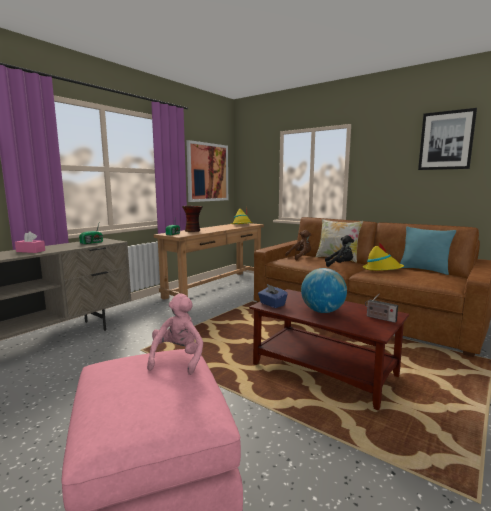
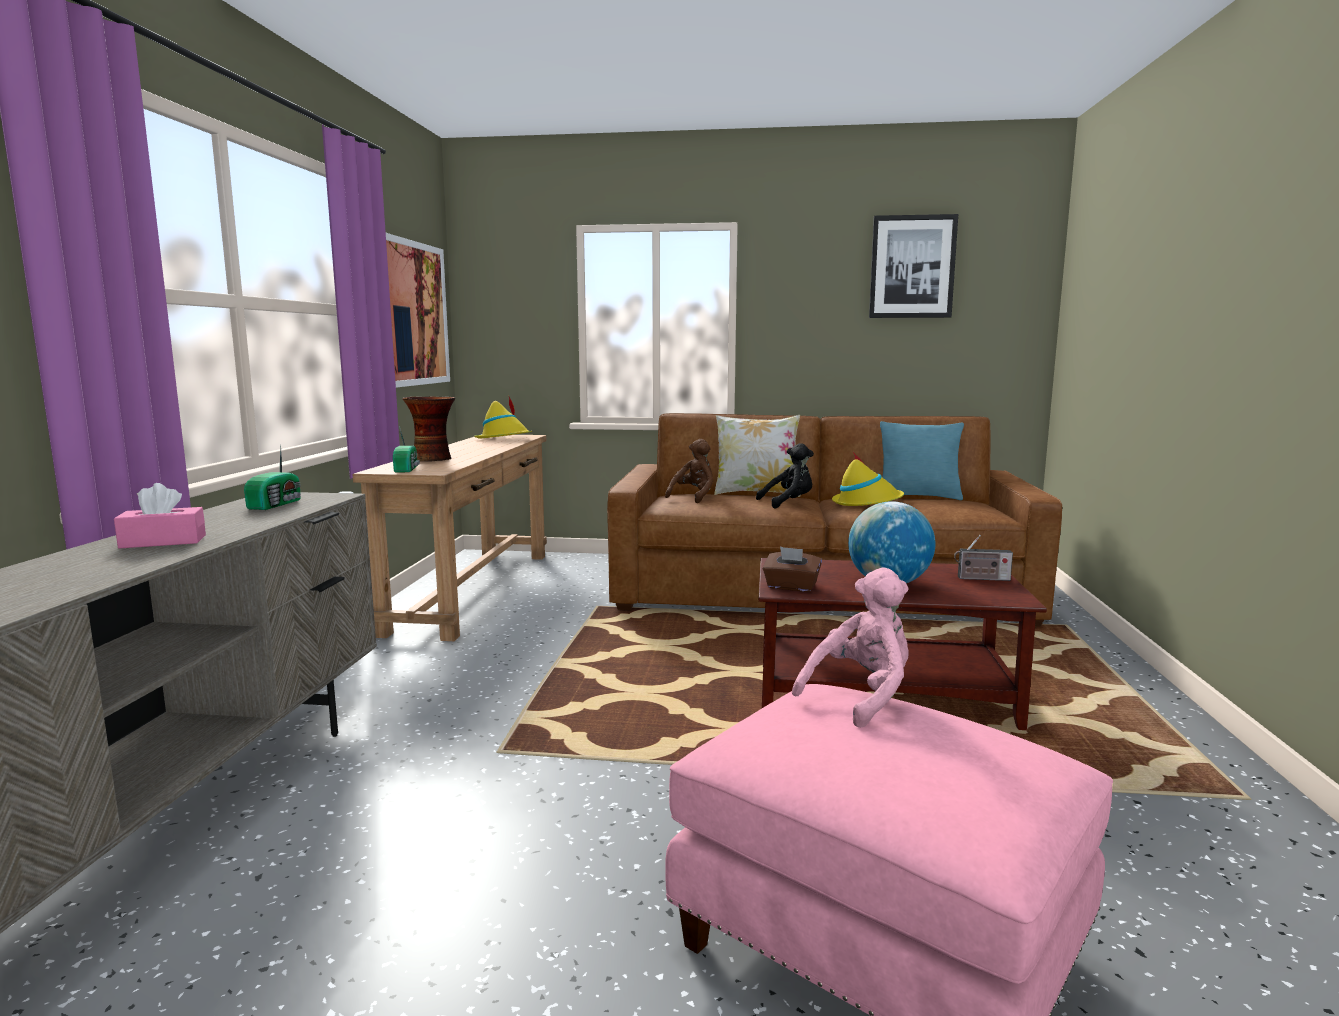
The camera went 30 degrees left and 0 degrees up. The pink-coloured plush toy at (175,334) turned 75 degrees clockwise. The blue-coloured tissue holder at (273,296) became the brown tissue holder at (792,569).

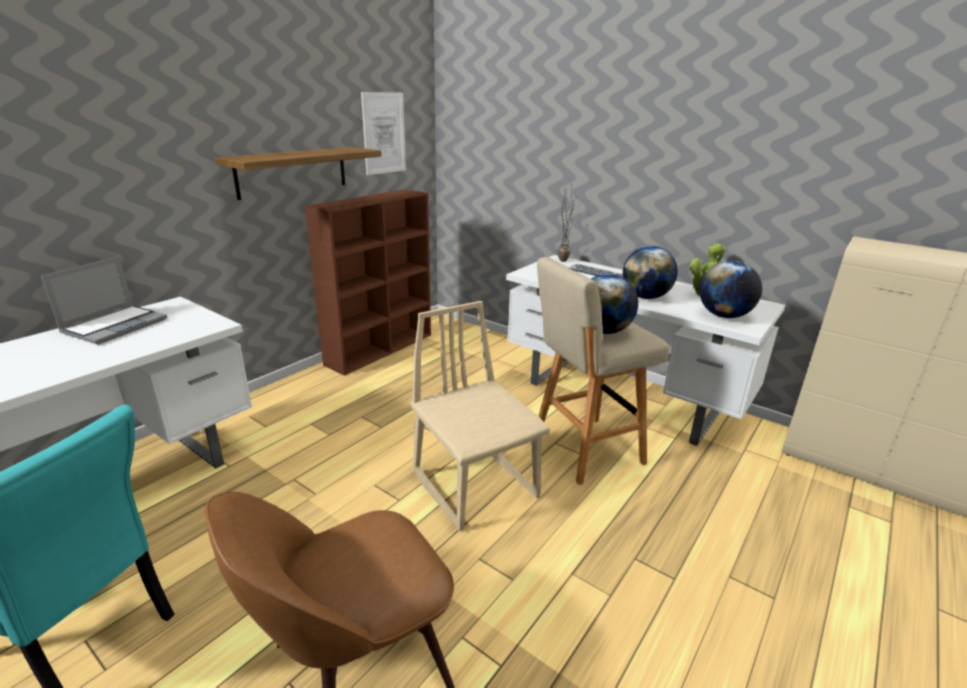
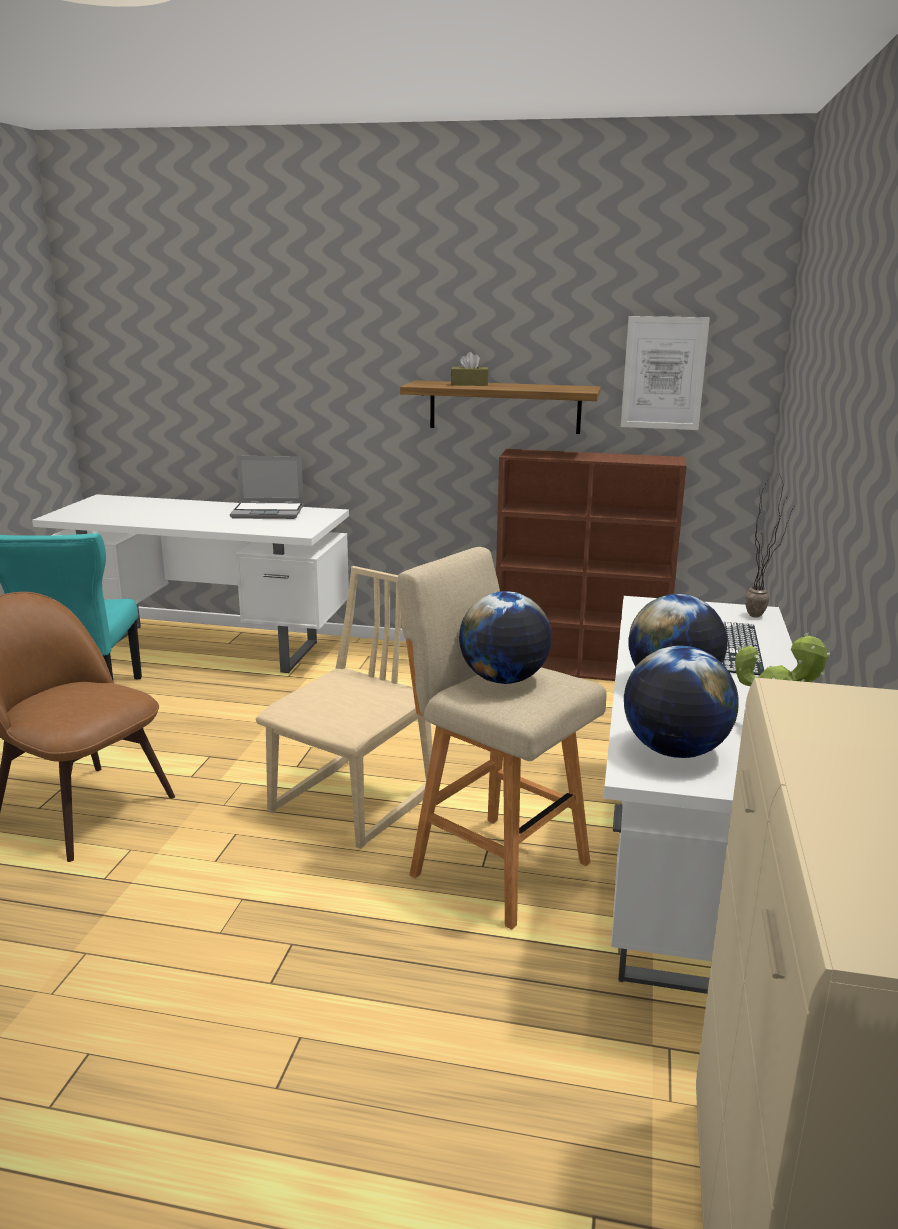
The camera went 65 degrees right and 5 degrees down. The brown tissue holder at (470,369) appeared.

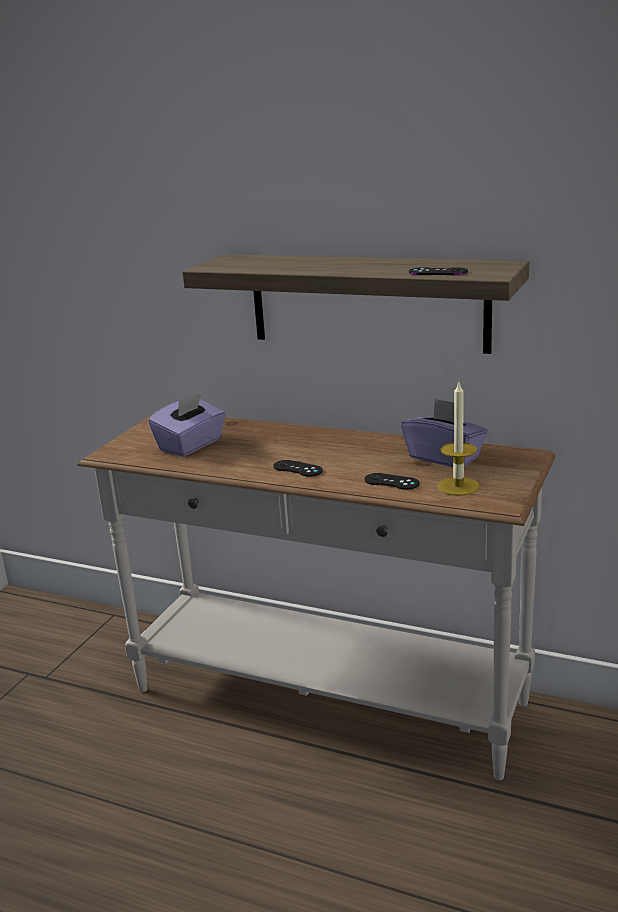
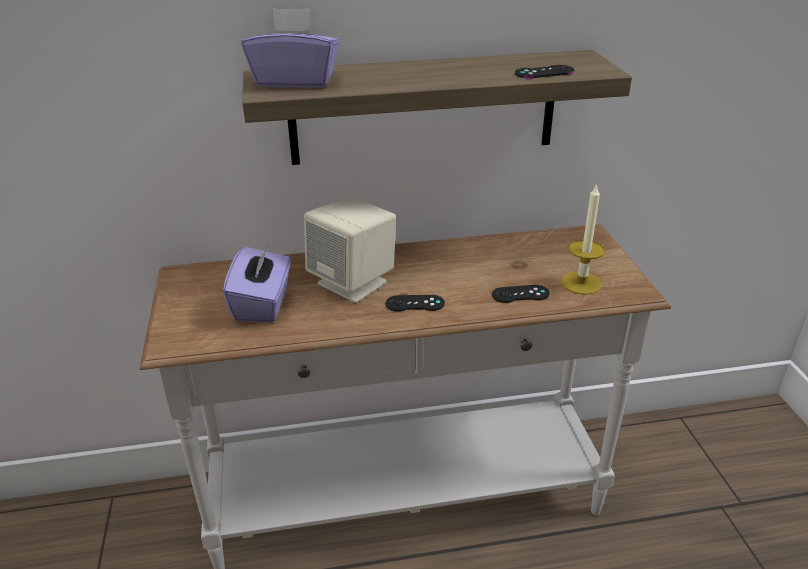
The camera went 35 degrees left and 10 degrees up. The purplish tissue holder moved from (444,432) to (290,48). The beige audio speaker at (350,250) appeared.

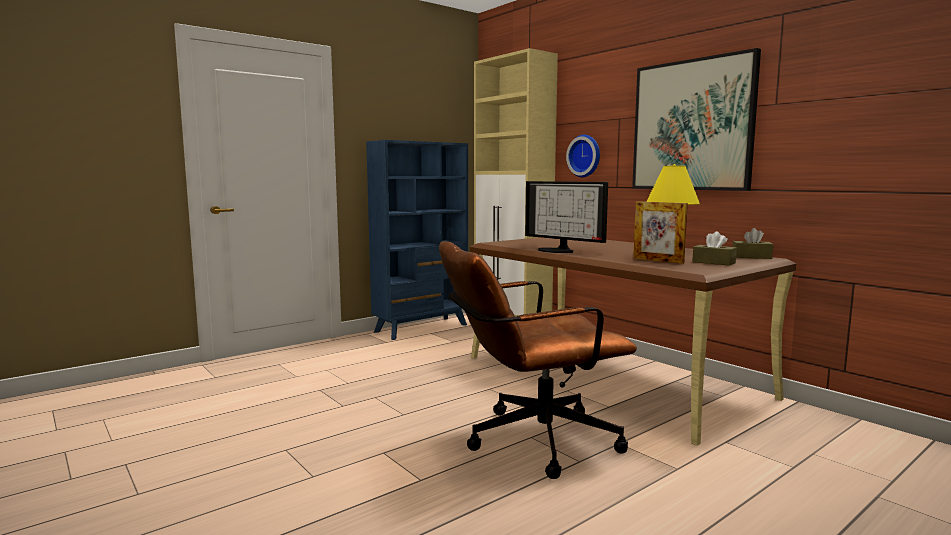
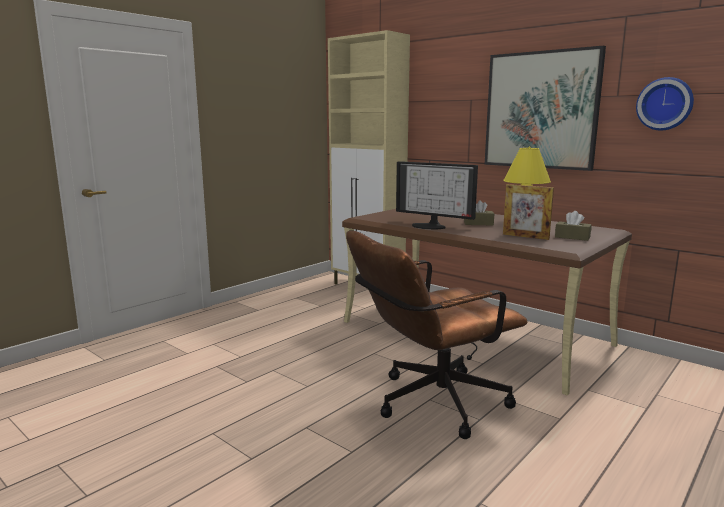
The camera went 10 degrees left and 5 degrees up. The blue-coloured shelving unit at (417,240) disappeared. The clock on the wall moved from (583,156) to (665,104). The brown tissue holder moved from (752,243) to (479,213).

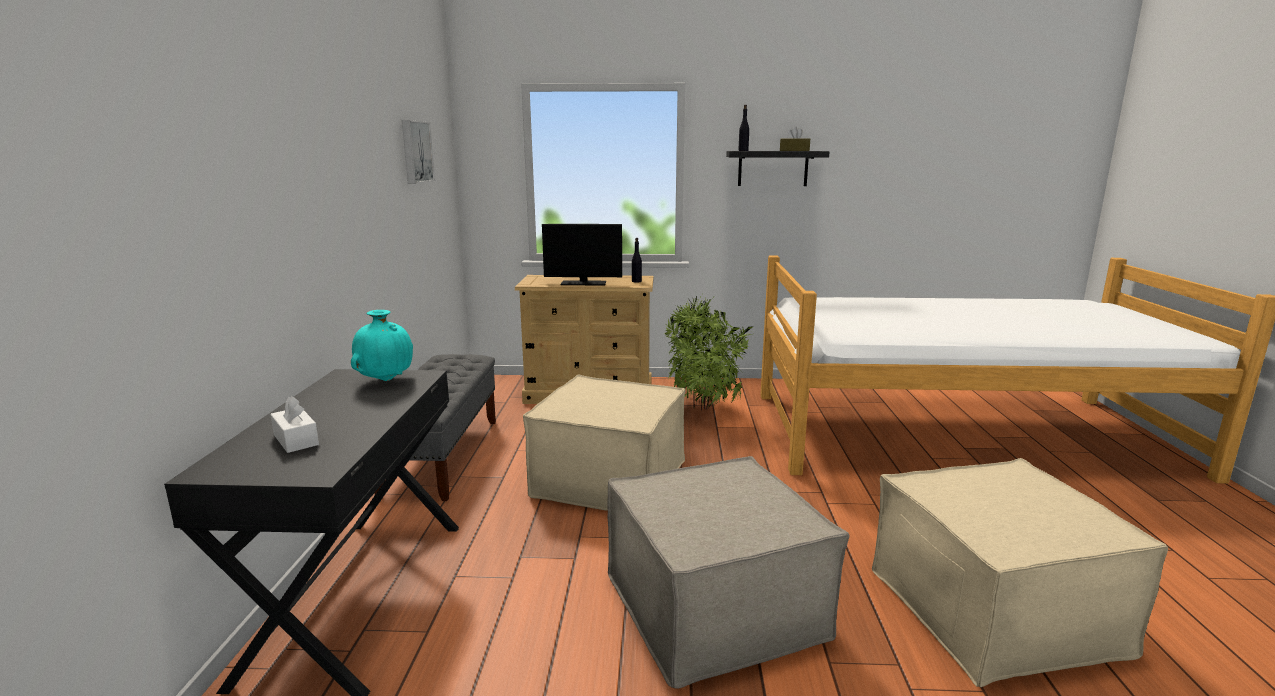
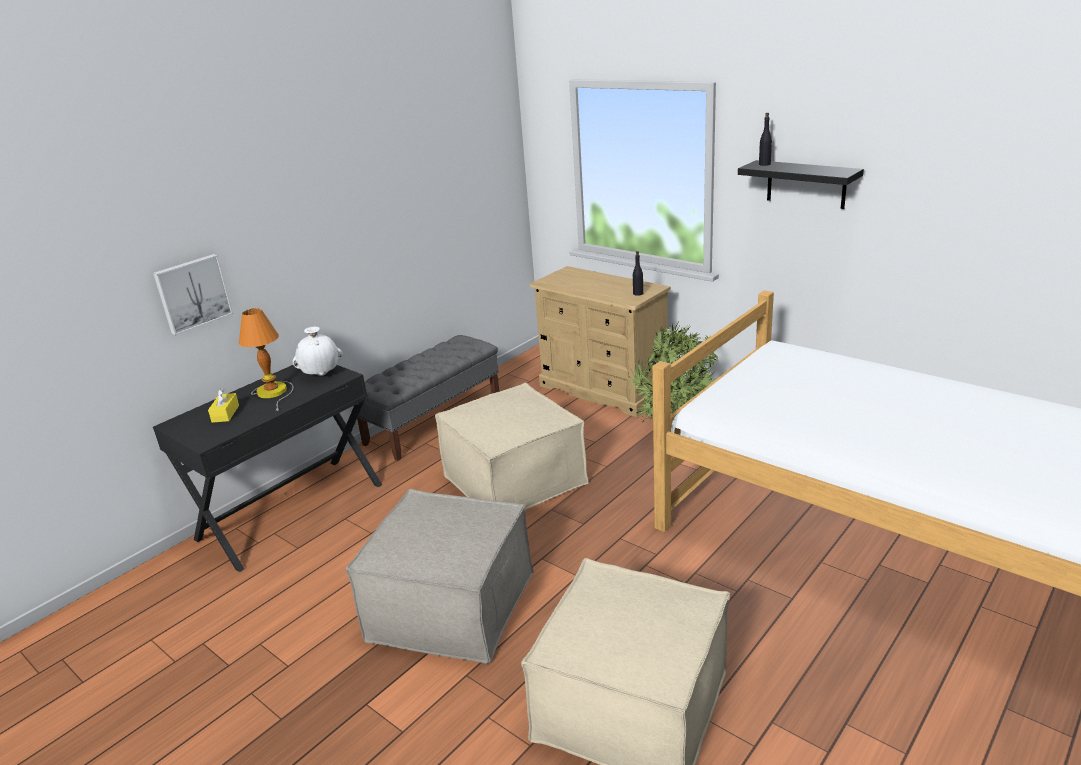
The camera went 40 degrees right and 10 degrees up. The white tissue holder at (294,424) became the yellowish tissue holder at (223,405). The turquoise-coloured flower vase at (382,345) became the white flower vase at (318,351). The wall picture moved from (418,152) to (193,294). The computer display at (582,254) disappeared. The brown tissue holder at (795,139) disappeared. The table lamp at (266,359) appeared.

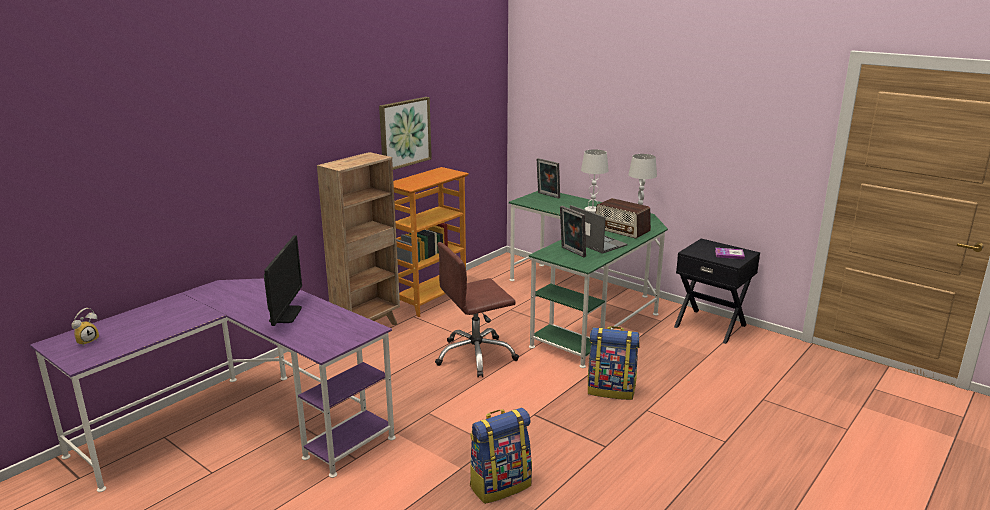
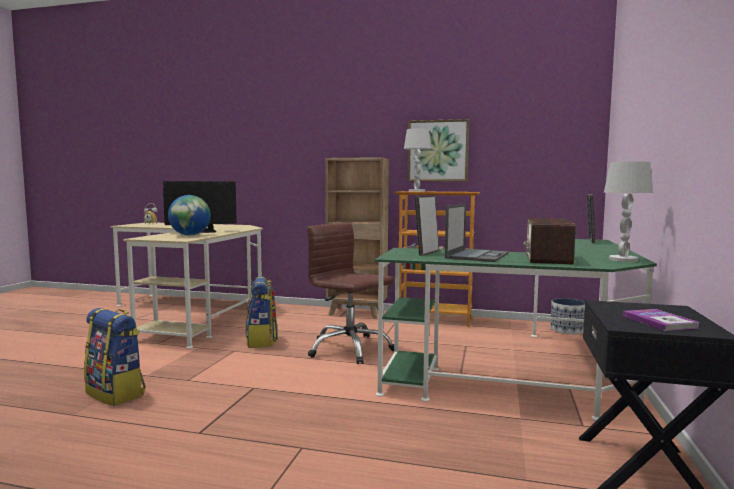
The camera went 65 degrees right and 15 degrees down. The purplish desk at (213,385) became the beige desk at (186,285). The white table lamp moved from (595,181) to (417,160). The rucksack moved from (614,363) to (261,312). The desk globe at (189,215) appeared. The plant pot at (567,316) appeared.

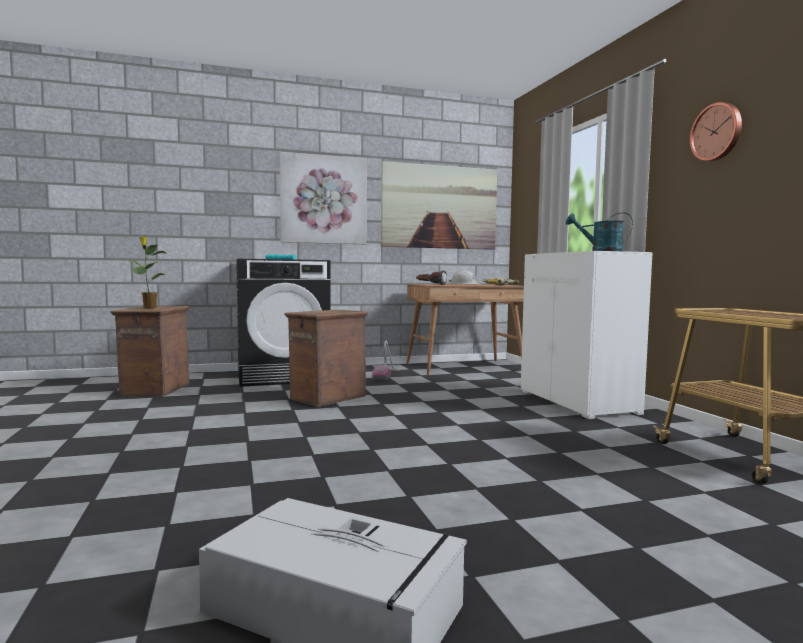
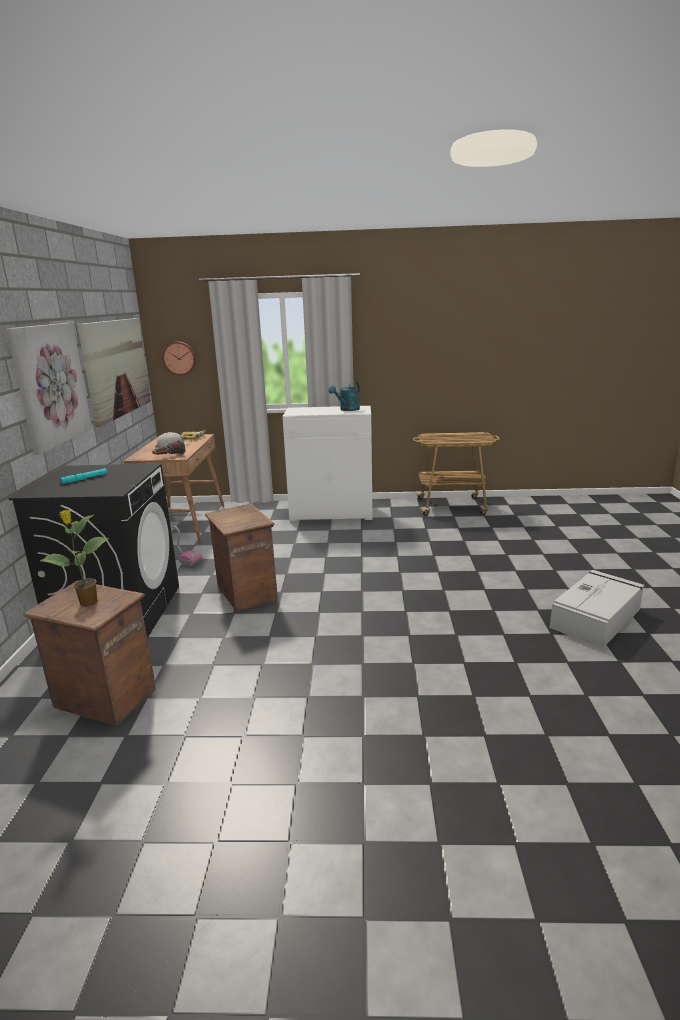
The camera went 70 degrees left and 15 degrees up. The clock on the wall moved from (716,131) to (179,358).

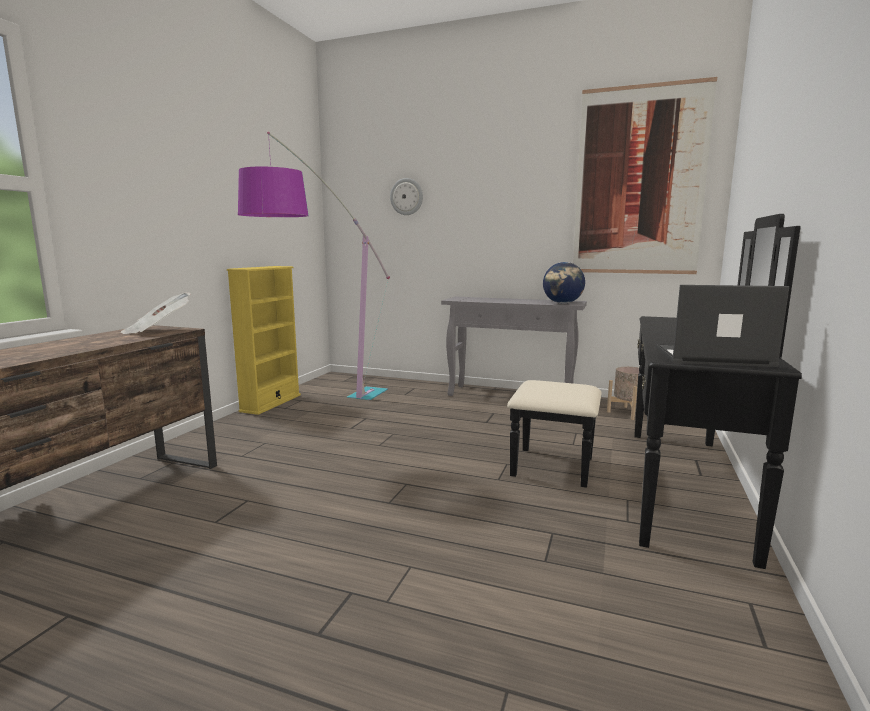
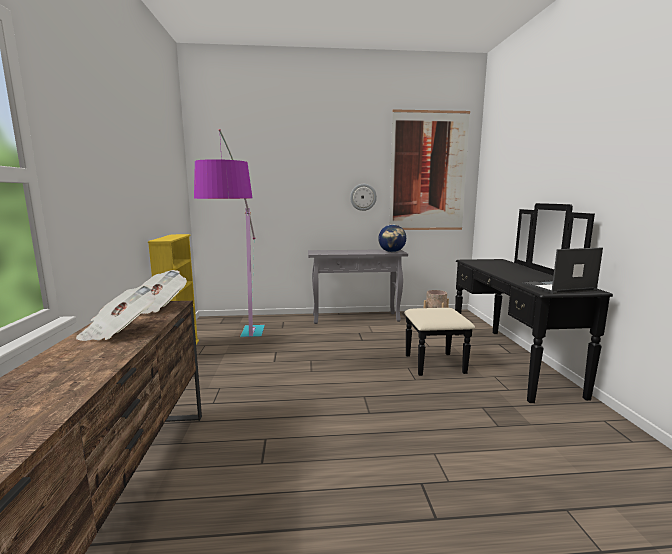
The camera went 25 degrees left and 0 degrees up. The clock on the wall moved from (406,196) to (363,197). The daily paper at (115,313) appeared.

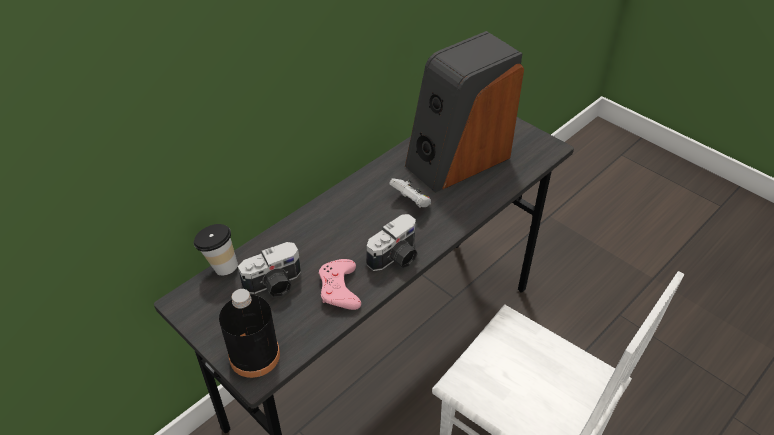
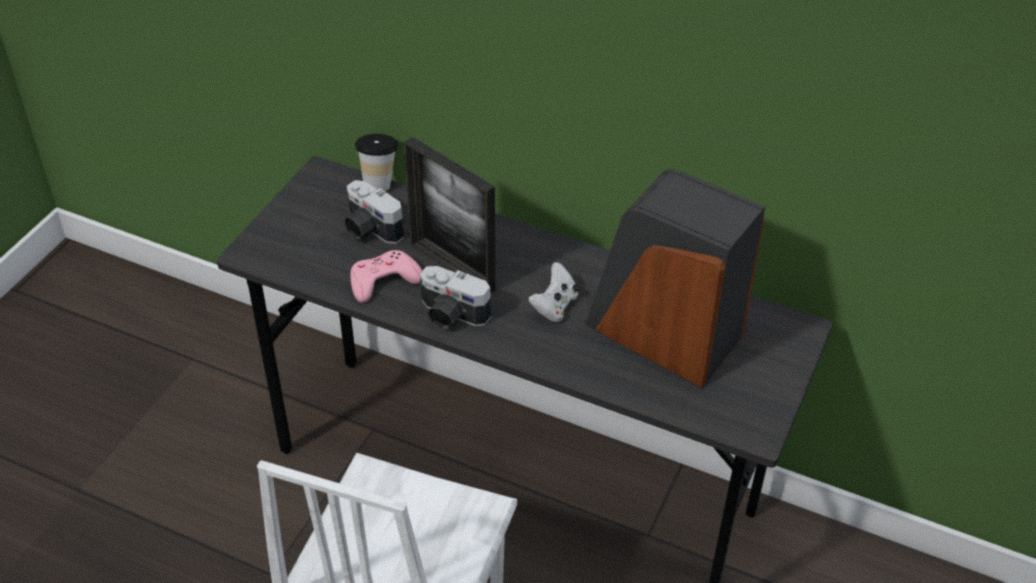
The camera went 70 degrees right and 0 degrees up. The black drink bottle at (249,333) disappeared. The photo frame at (449,215) appeared.

